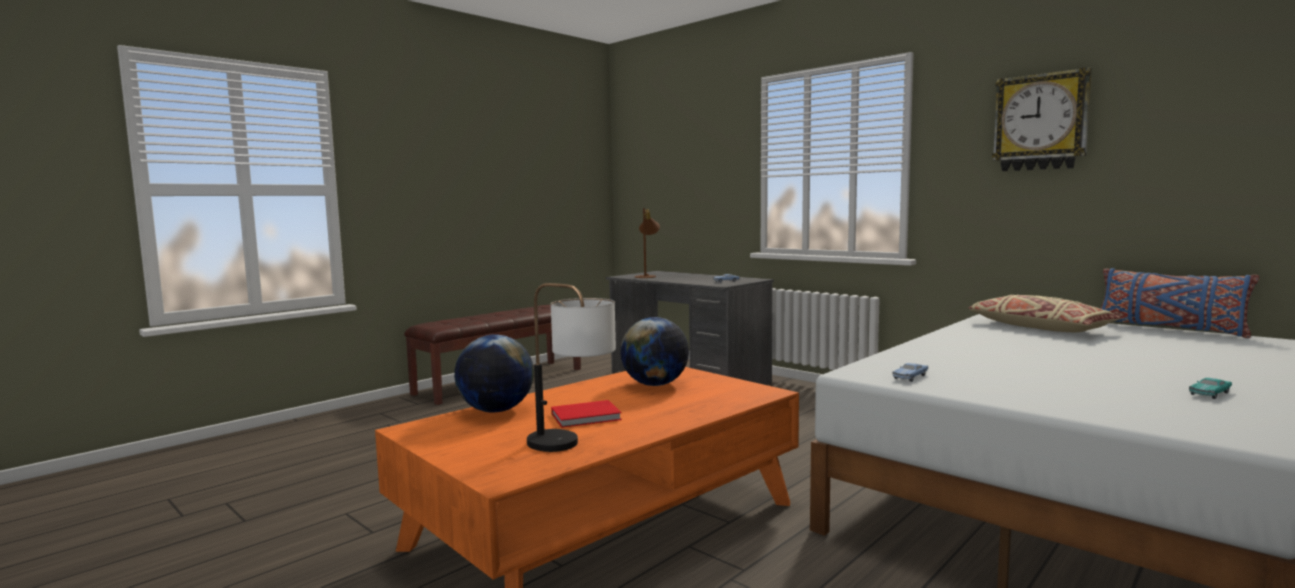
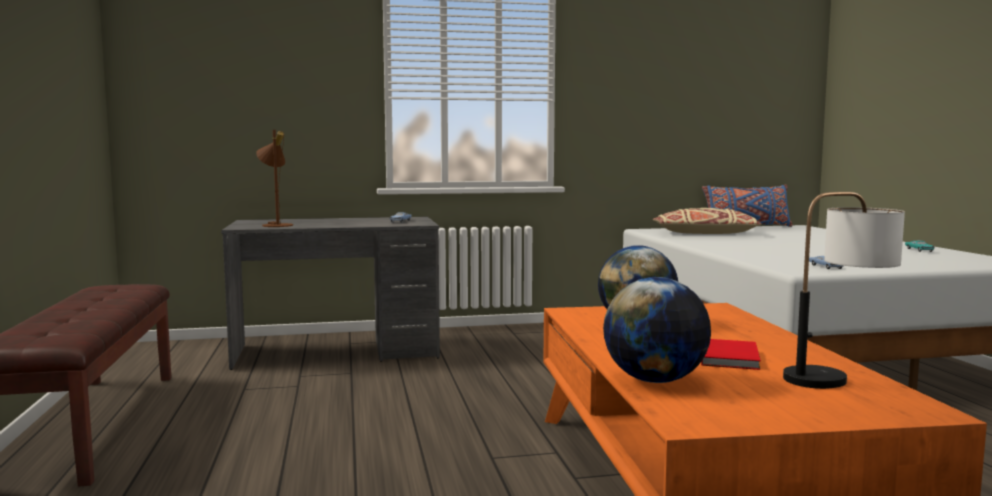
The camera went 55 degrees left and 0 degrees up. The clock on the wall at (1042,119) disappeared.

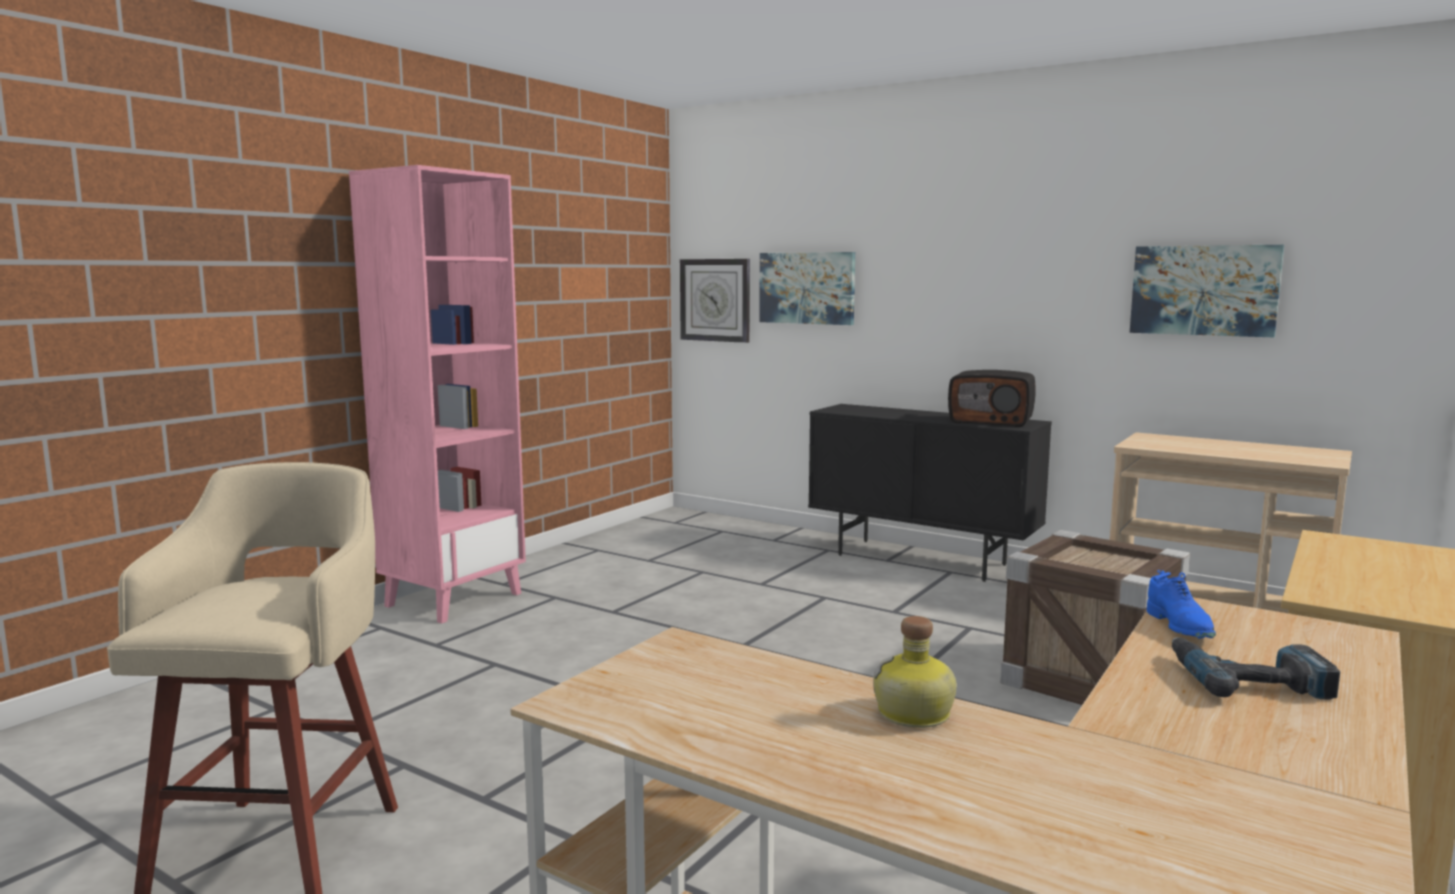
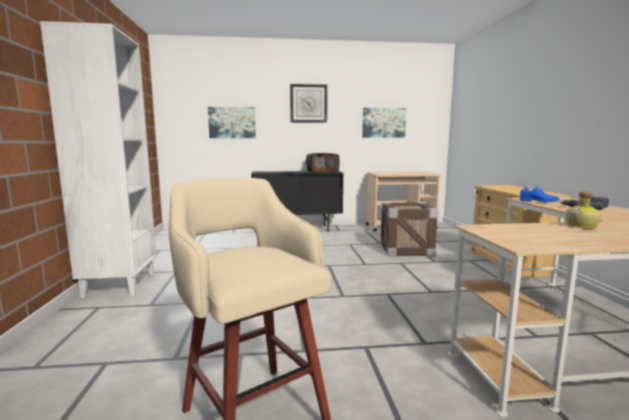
The camera went 40 degrees left and 0 degrees up. The pink-coloured shelving unit at (437,394) became the white shelving unit at (98,159). The clock on the wall moved from (715,301) to (308,103).

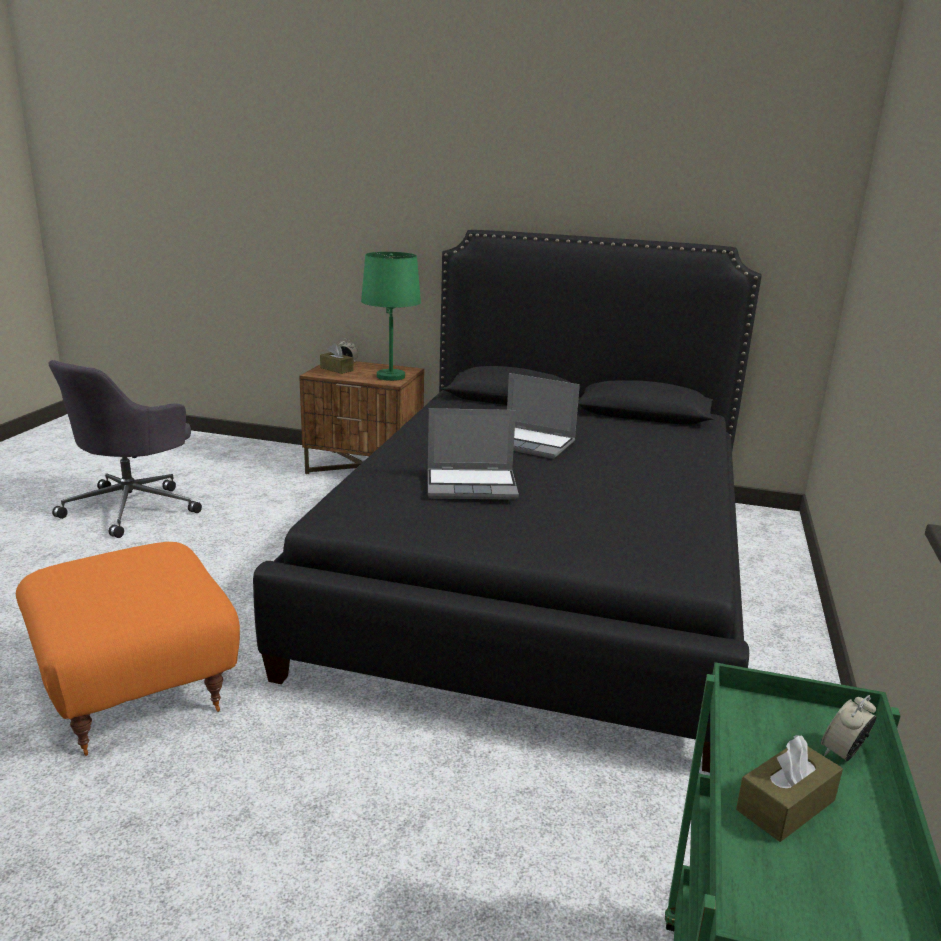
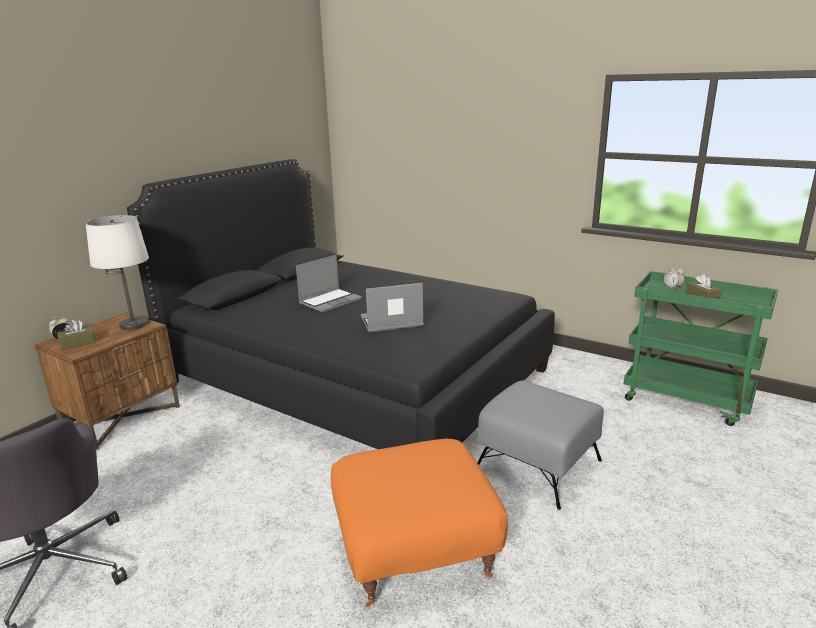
The camera went 70 degrees left and 0 degrees up. The green-coloured table lamp at (391,316) became the white table lamp at (117,272). The notebook computer at (473,454) turned 120 degrees counterclockwise. The gray pouffe at (540,445) appeared.

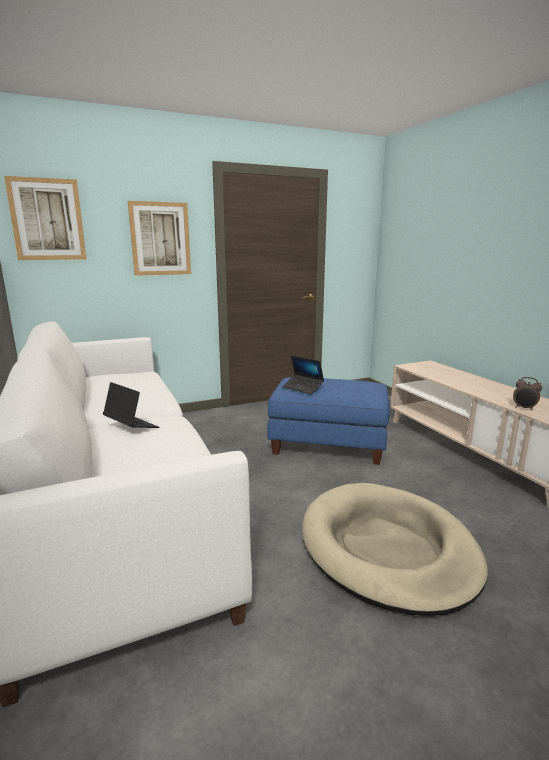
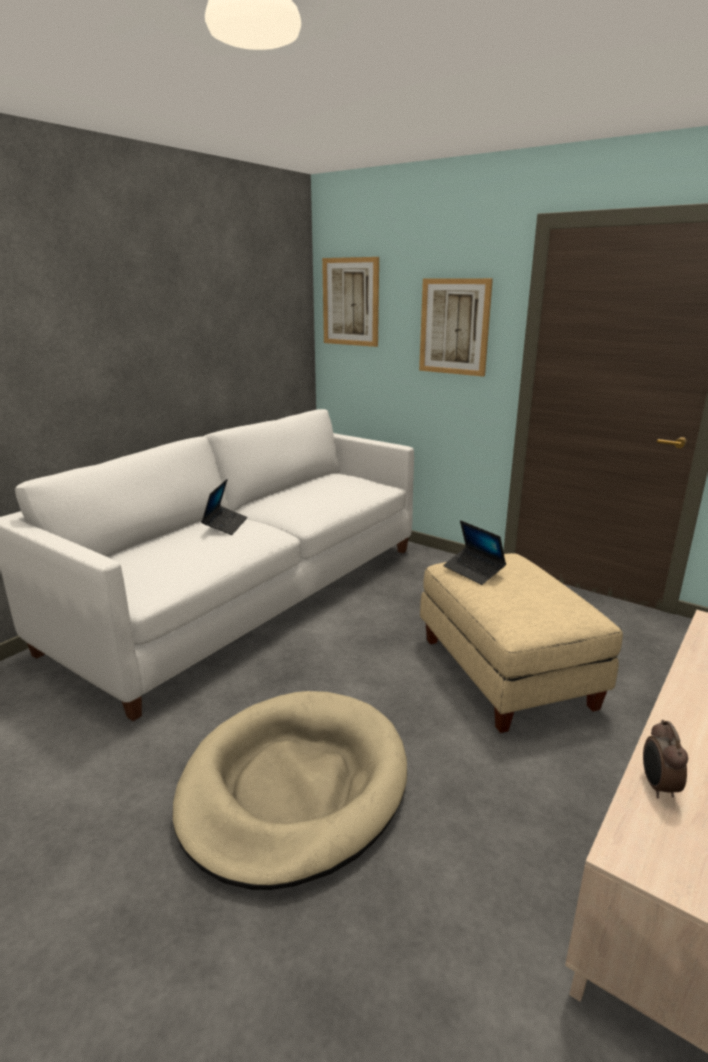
The camera went 60 degrees right and 5 degrees up. The blue-coloured pouffe at (328,421) became the beige pouffe at (521,643). The notebook computer at (303,375) turned 45 degrees counterclockwise.

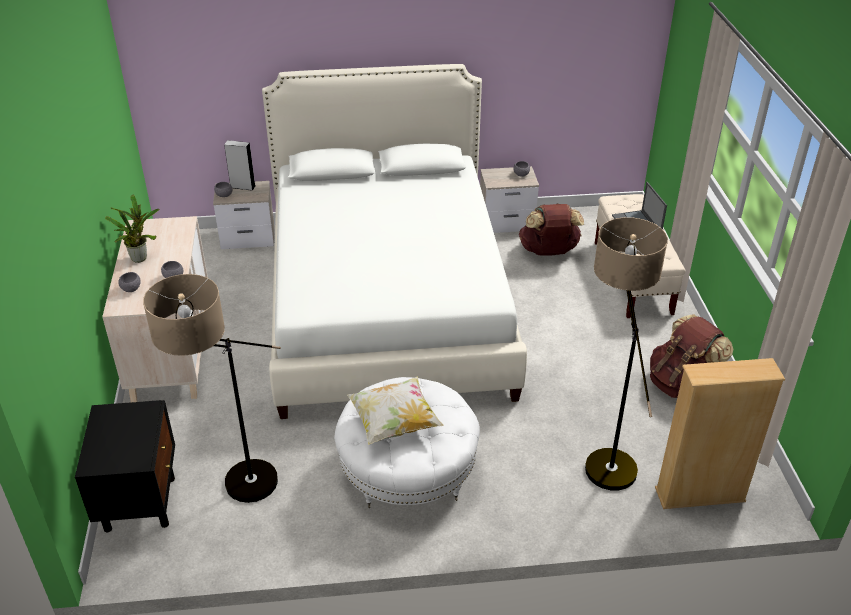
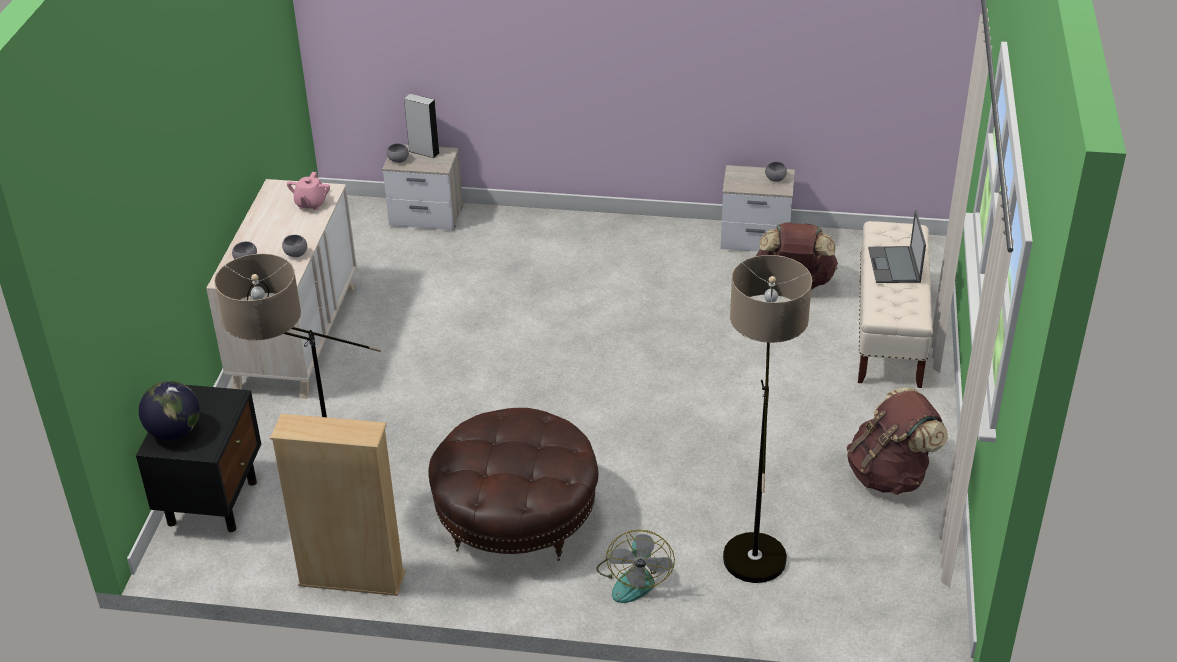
The camera went 15 degrees right and 0 degrees up. The potted plant at (132,229) disappeared. The white bedroom bed at (394,241) disappeared. The white pouffe at (407,442) became the brown pouffe at (513,484). The cushion at (395,411) disappeared. The beige shelving unit moved from (720,433) to (337,505). The desk globe at (169,410) appeared. The pink-coloured tea pot at (308,191) appeared. The cooling fan at (635,566) appeared.

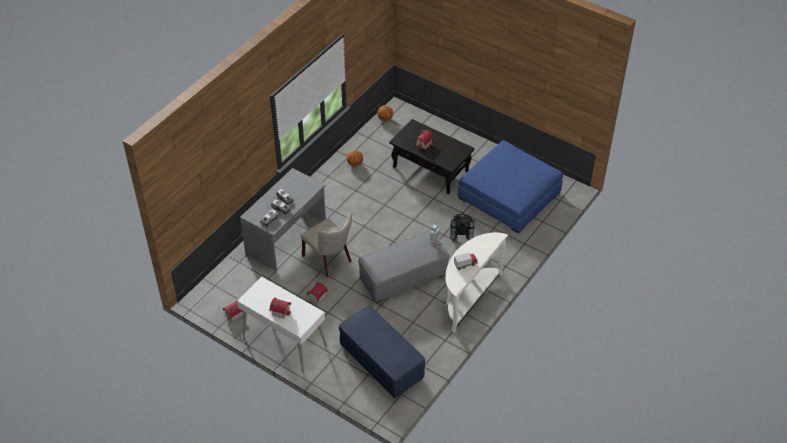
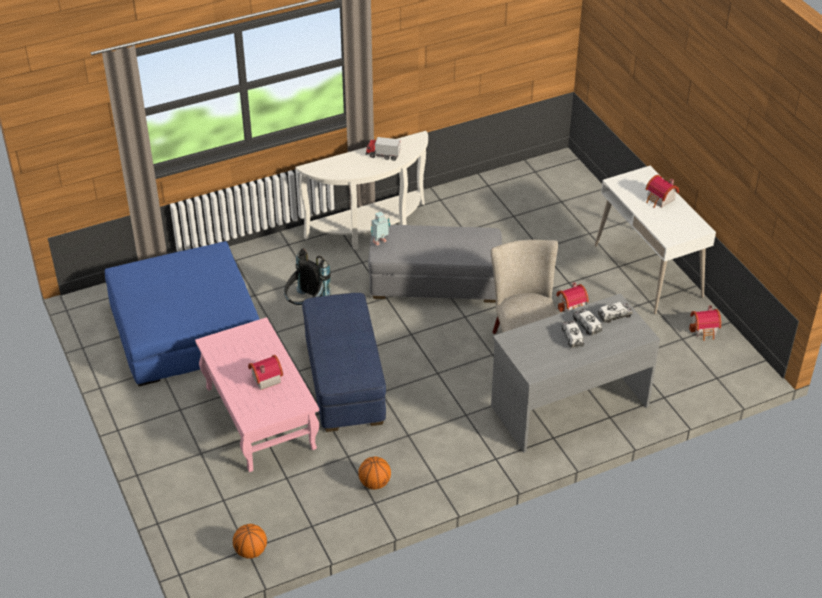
The camera went 150 degrees left and 5 degrees down. The blue-coloured pouffe moved from (382,352) to (344,362). The black lounge table at (432,156) became the pink-coloured lounge table at (257,394).

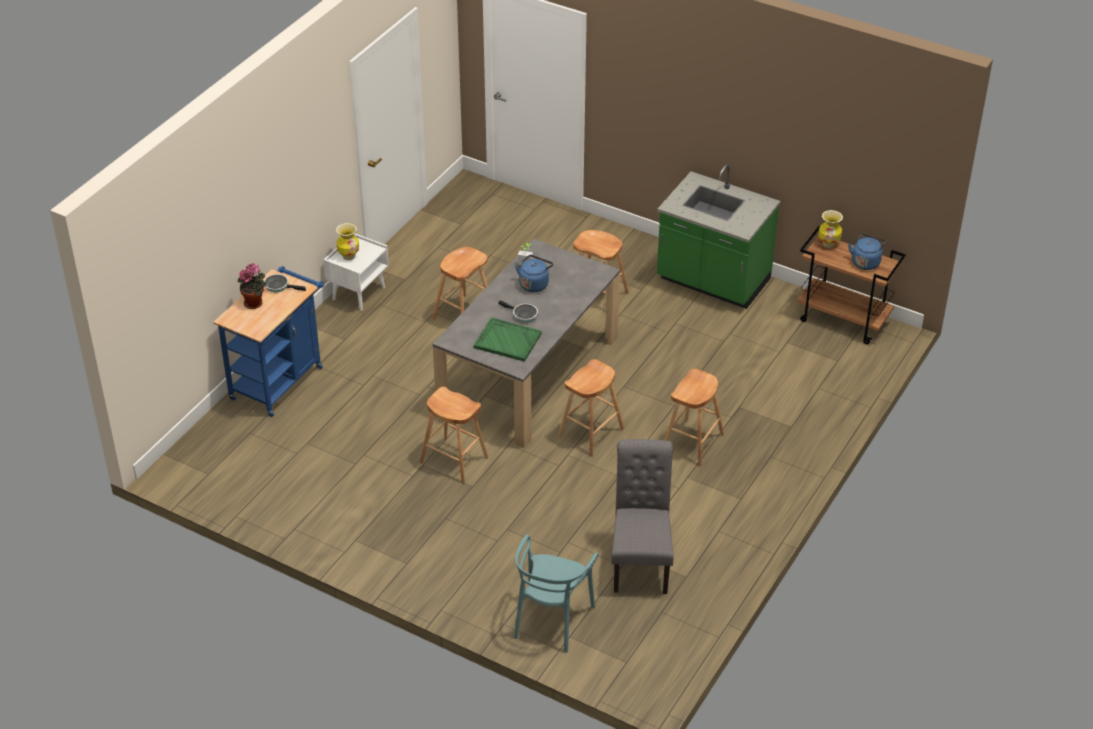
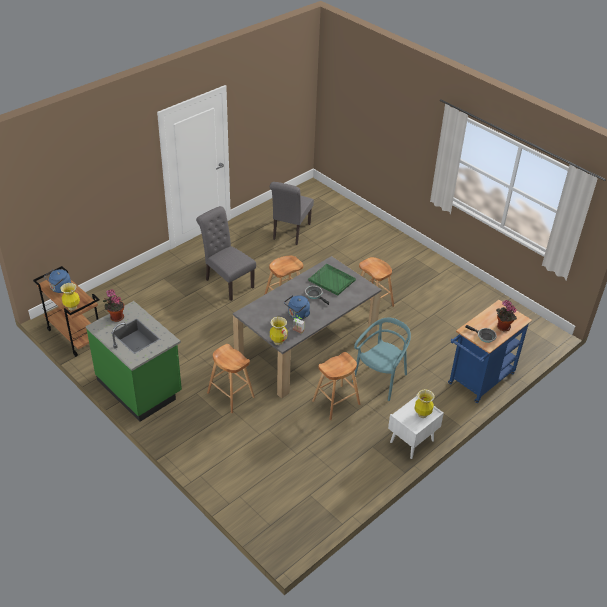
The camera went 165 degrees left and 0 degrees up. The turquoise-coloured chair moved from (556,594) to (381,359). The brown sitting stool at (694,417) was replaced by the gray chair at (226,253). The potted plant at (113,305) appeared. The flower vase at (279,331) appeared.

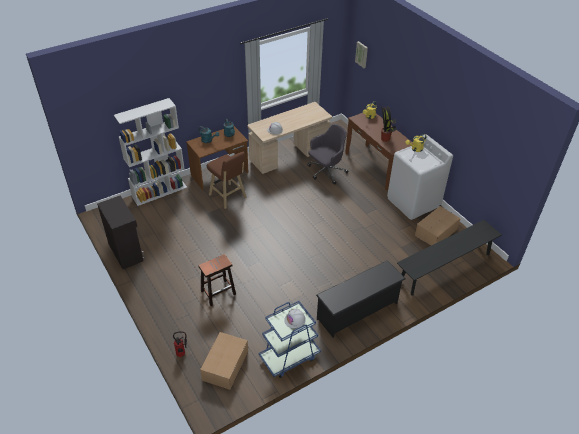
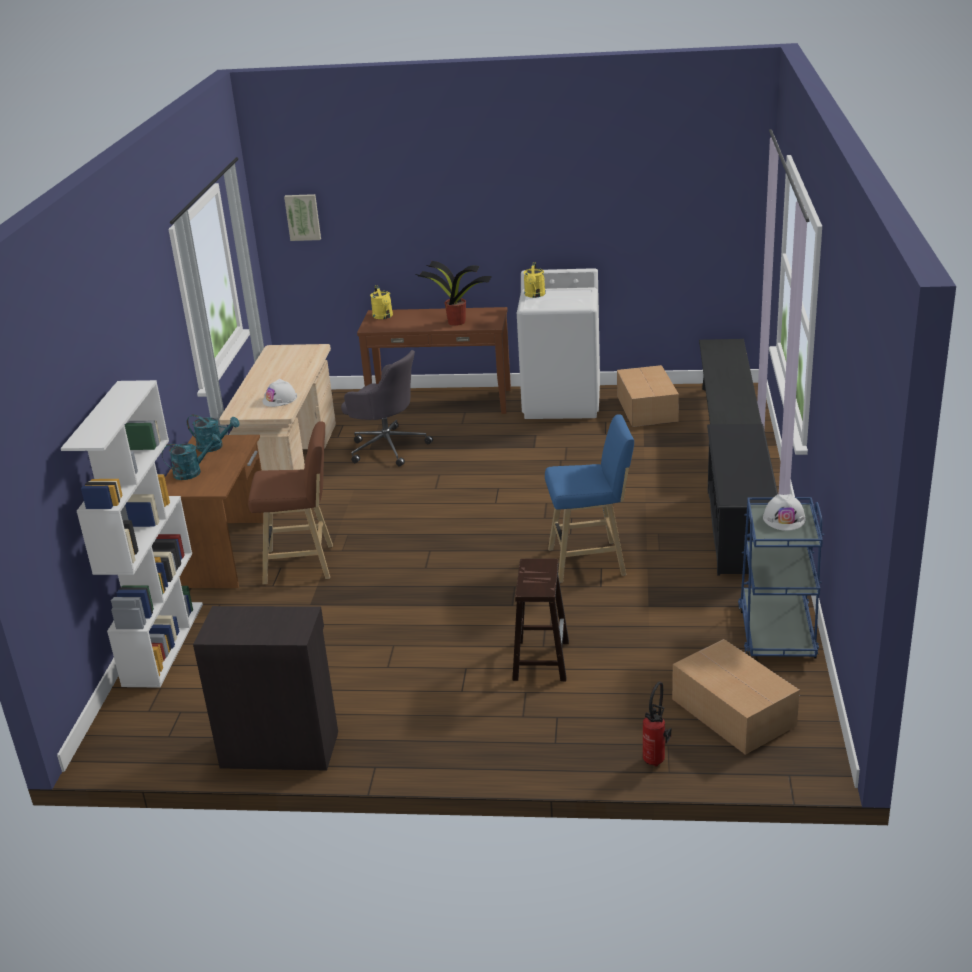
The camera went 50 degrees left and 15 degrees down. The gray office chair at (327,154) turned 120 degrees clockwise. The blue-coloured sitting stool at (589,498) appeared.

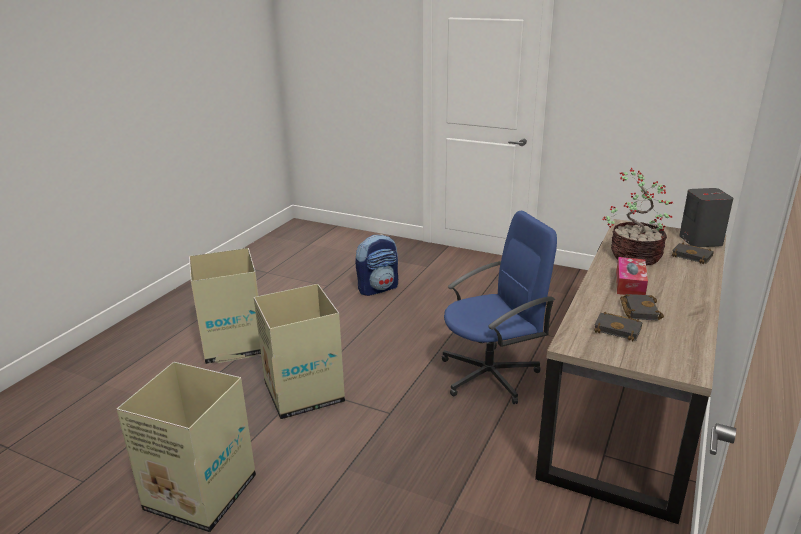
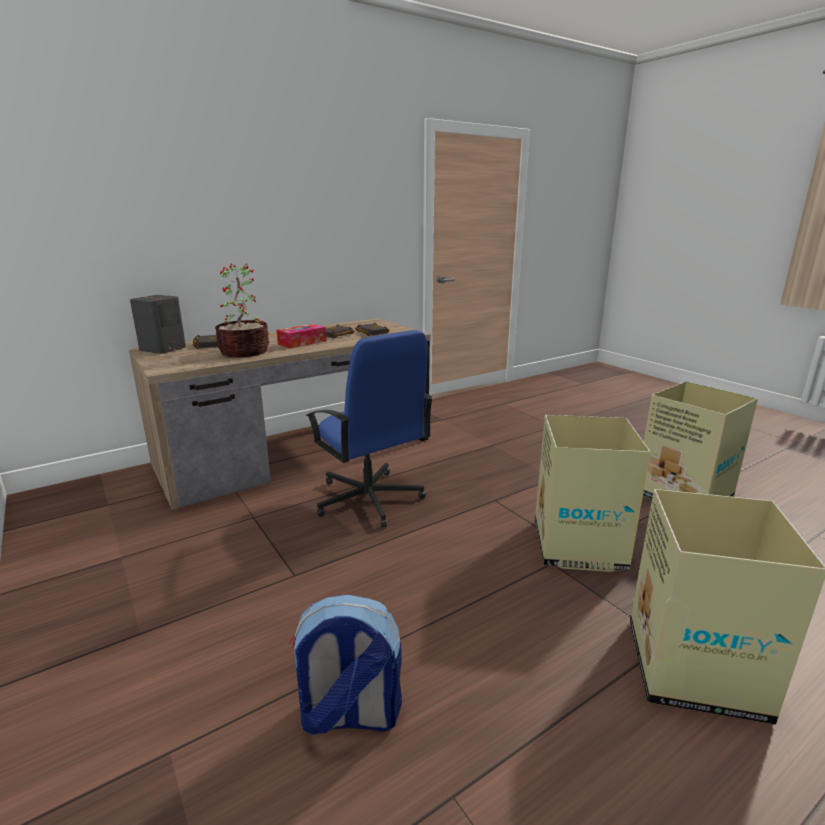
The camera went 150 degrees left and 5 degrees down. The blue-coloured office chair at (499,307) turned 135 degrees counterclockwise.

